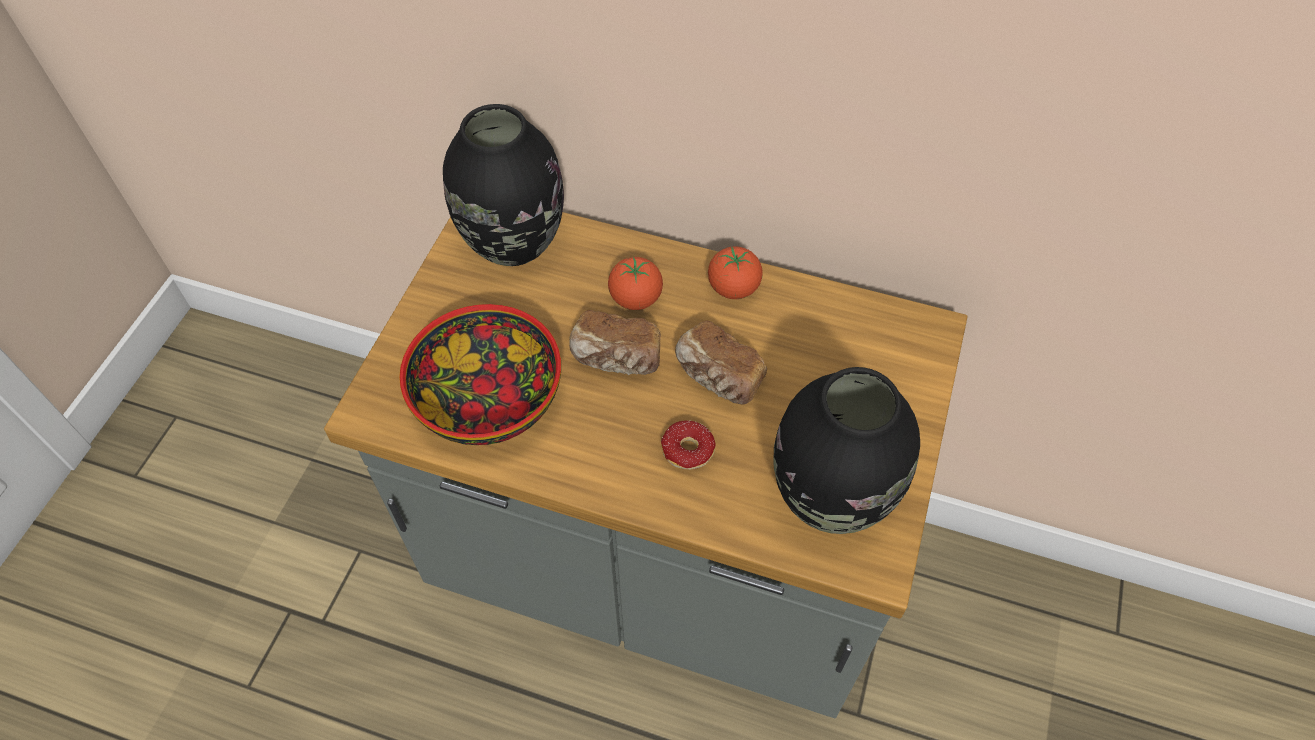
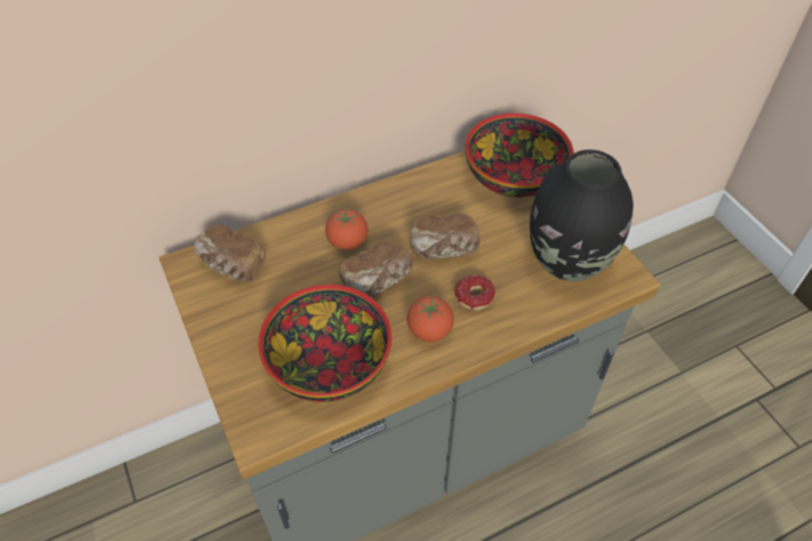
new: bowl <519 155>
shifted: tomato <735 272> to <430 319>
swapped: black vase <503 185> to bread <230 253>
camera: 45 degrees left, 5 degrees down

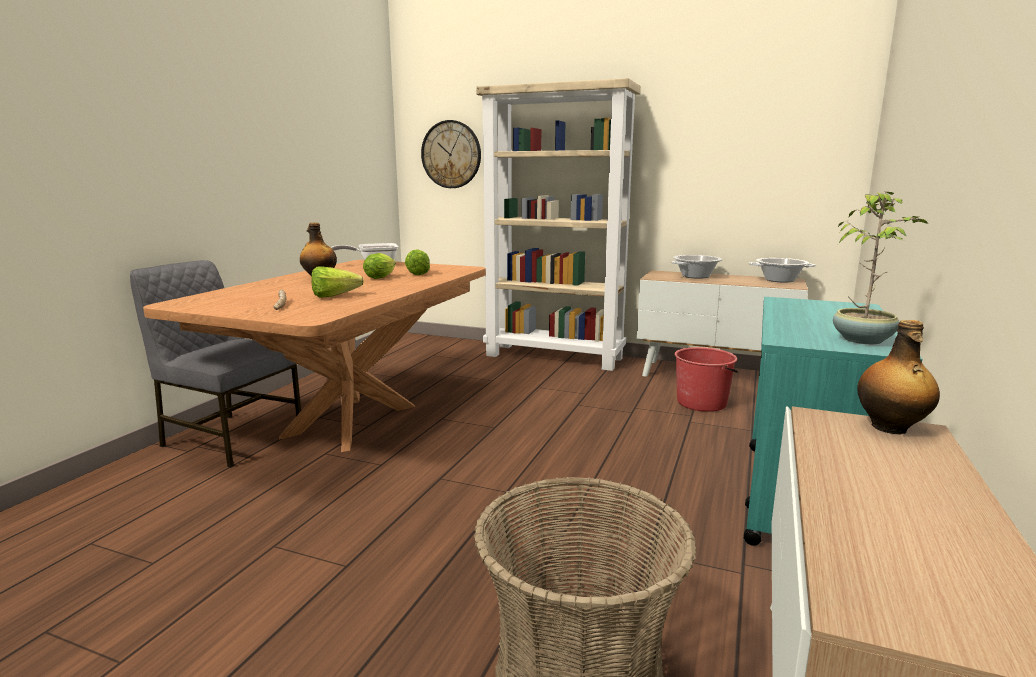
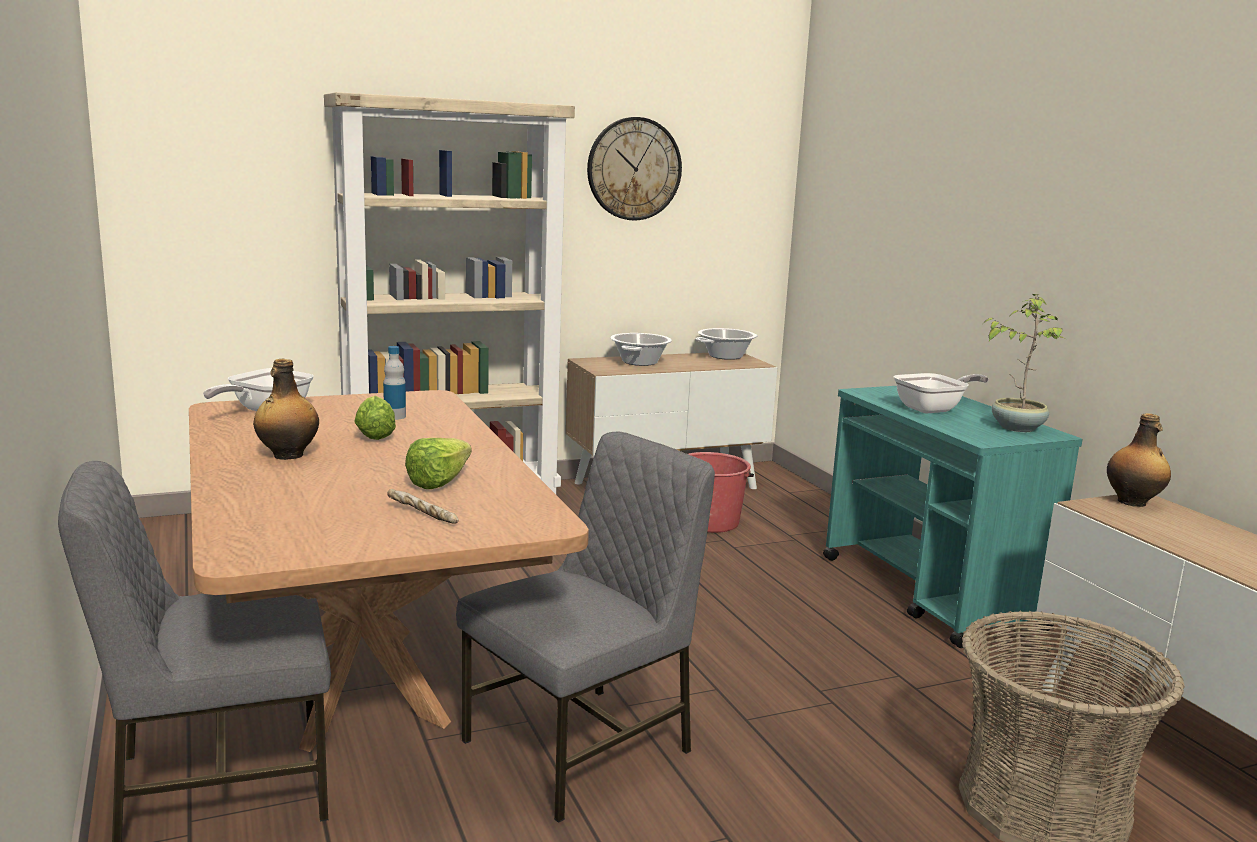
new: grey chair <585 627>; frying pan <941 393>
shifted: wall clock <451 154> to <634 169>
swapped: lettuce <417 262> to bottle <394 383>
camera: 45 degrees left, 0 degrees up

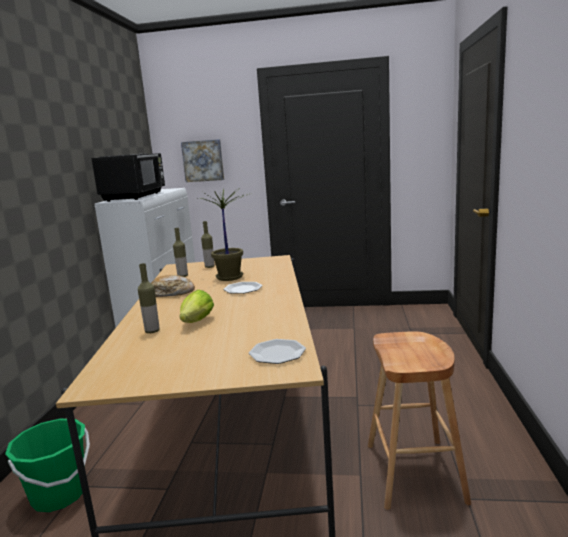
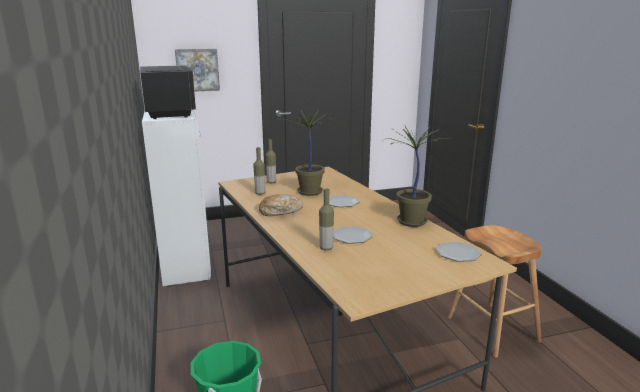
new: potted plant <416 176>
swapped: lettuce <197 306> to plate <353 235>
camera: 25 degrees left, 5 degrees up

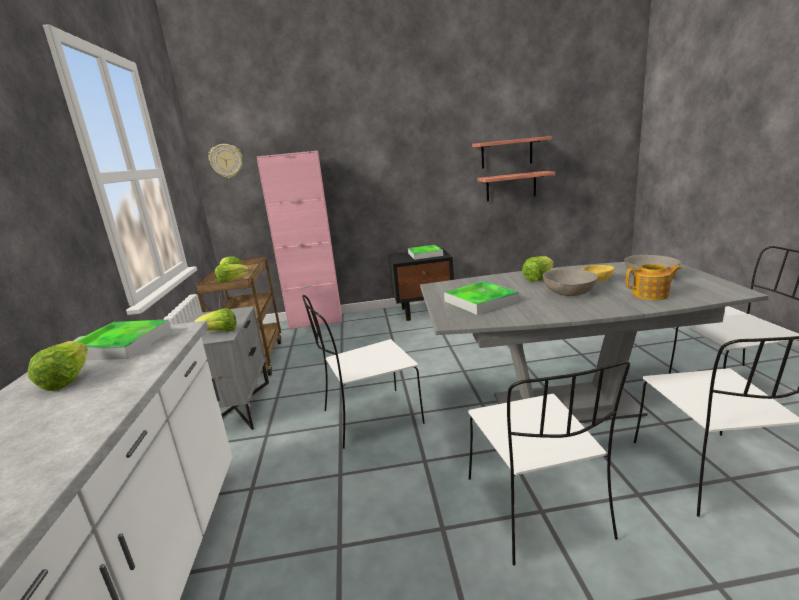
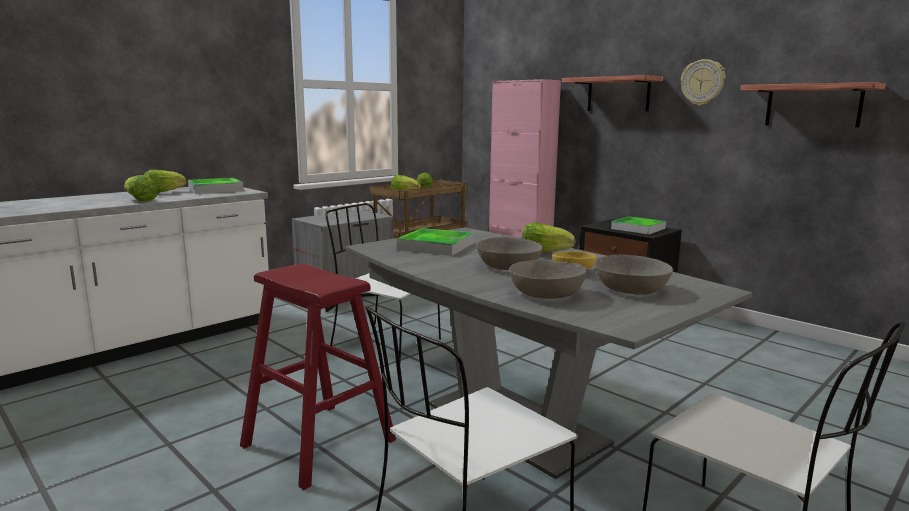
shifted: lettuce <215 319> to <141 188>; wall clock <225 161> to <703 82>; shelf <516 186> to <612 93>
swapped: white chair <549 463> to red stool <318 377>; teapot <654 282> to grey bowl <548 279>
camera: 50 degrees right, 5 degrees down

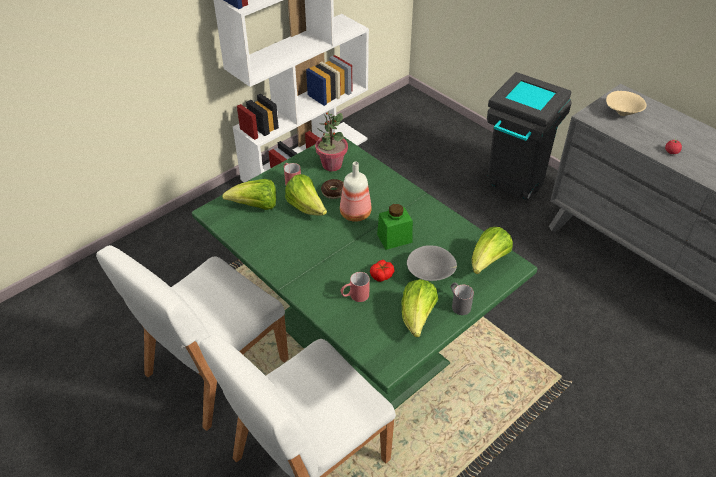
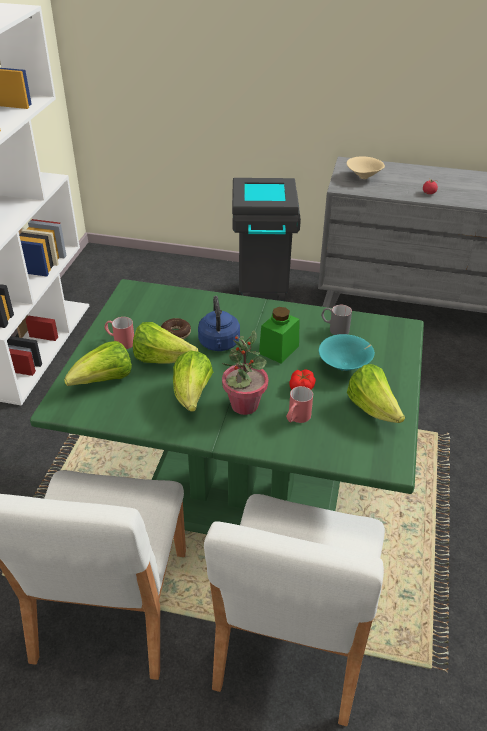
shifted: potted plant <331 141> to <245 372>; grey mug <462 298> to <336 320>; lettuce <492 250> to <193 381>
swapped: bottle <356 191> to blue kettle <219 323>
repainted: grey bowl <432 263> to turquoise bowl <346 352>
camera: 35 degrees left, 5 degrees down

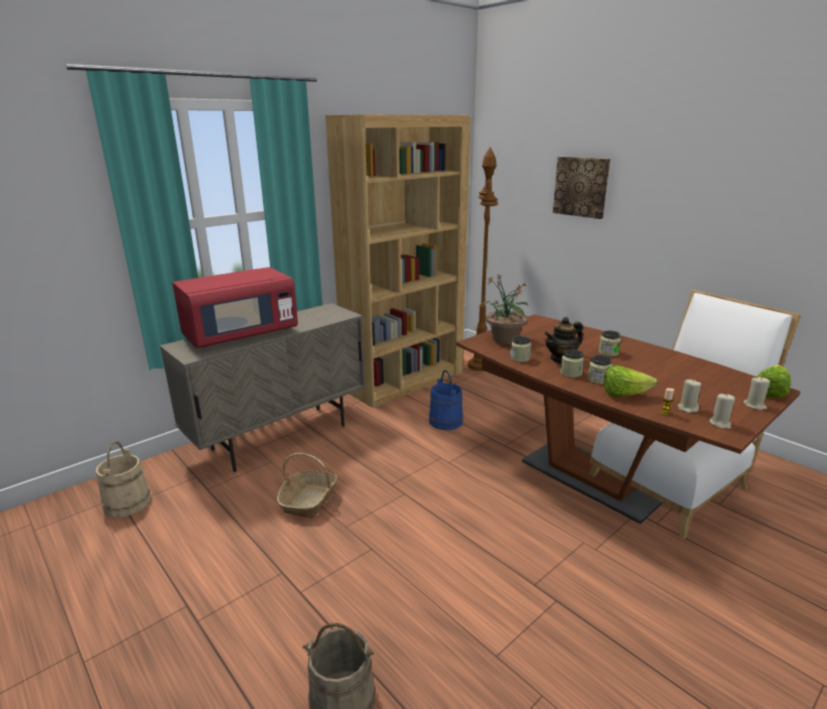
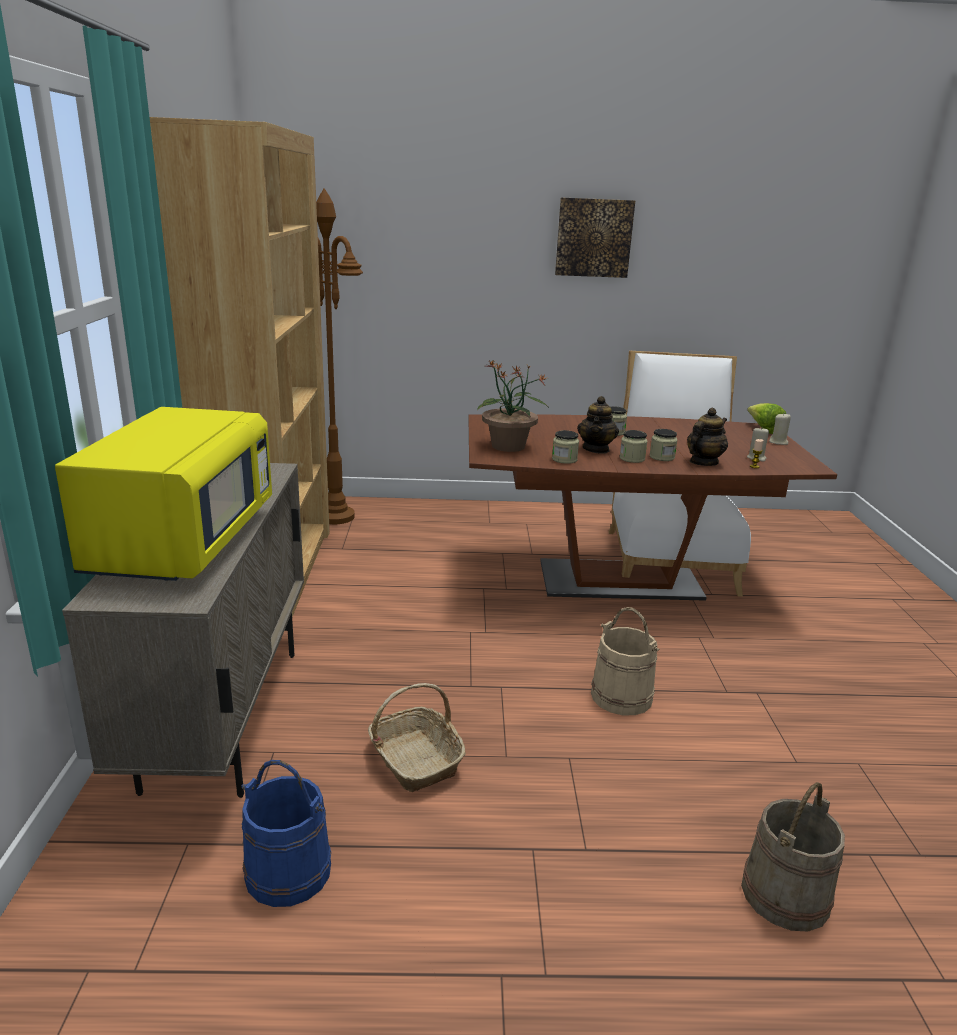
gone: beige candle <722 411>
shifted: beige bucket <123 479> to <625 661>; blue bucket <446 400> to <286 833>; picture <581 188> to <595 237>
swapped: lettuce <630 381> to teapot <707 437>
repainted: red microwave <235 307> to yellow microwave <163 494>
camera: 50 degrees left, 0 degrees up

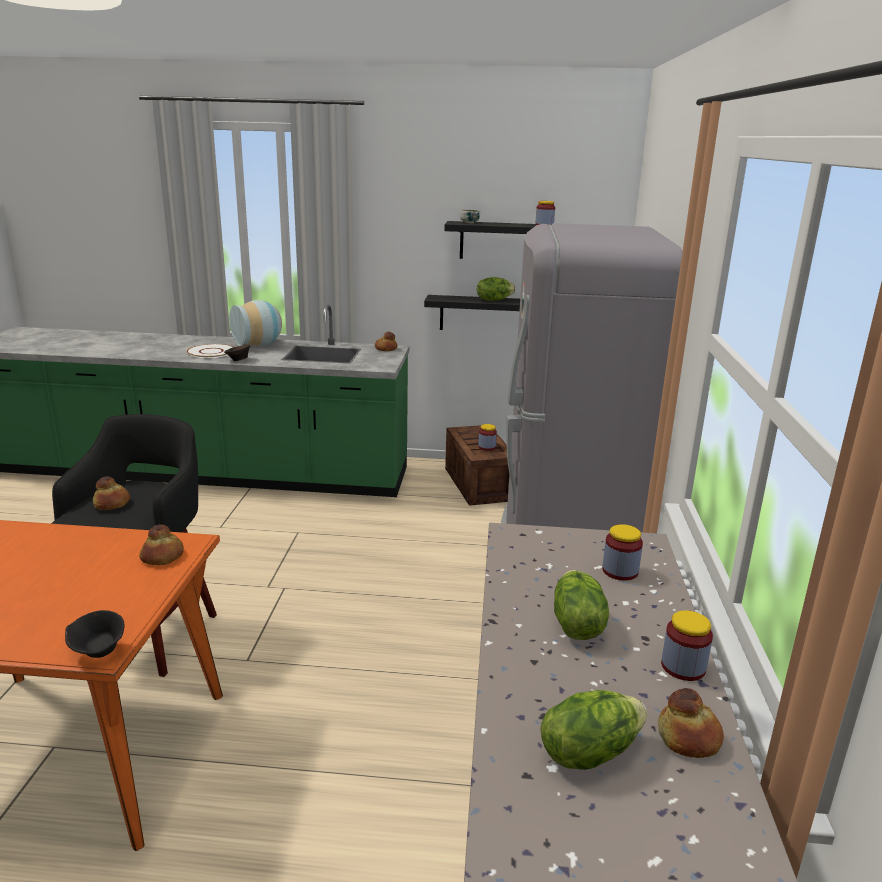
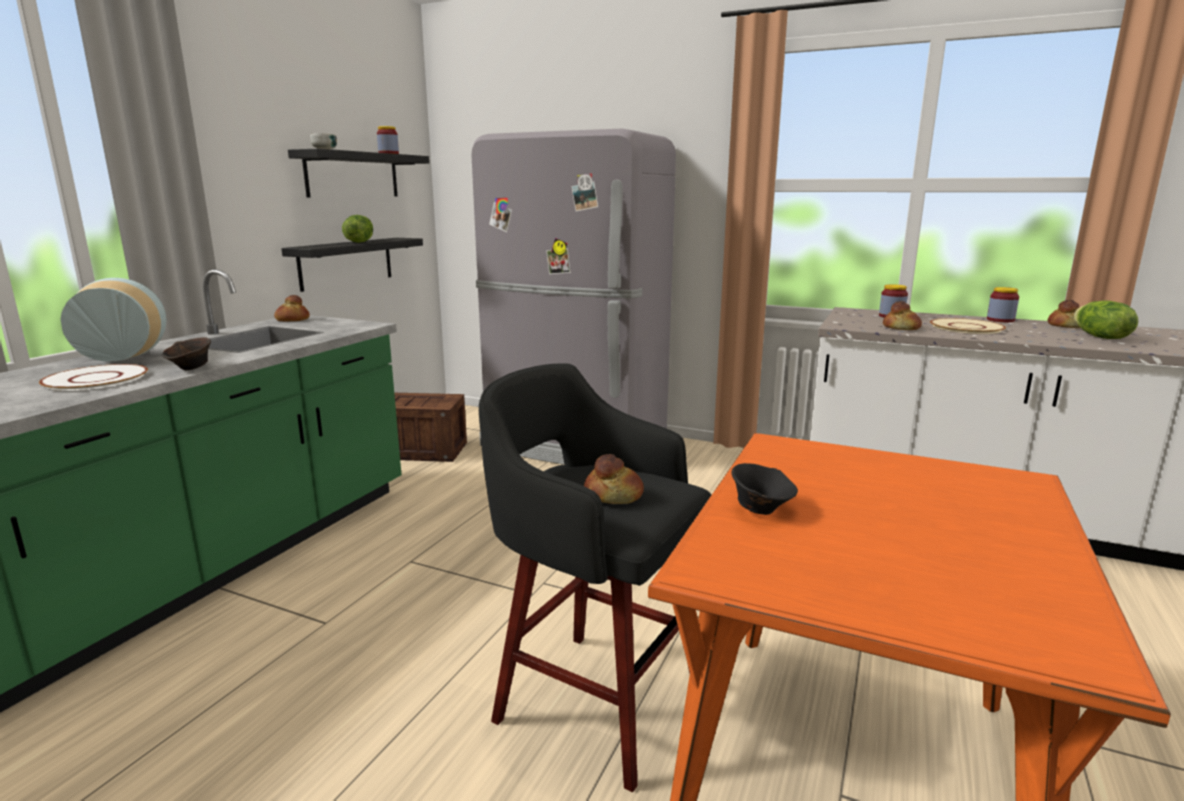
gone: jar <487 437>
shifted: black bowl <94 634> to <764 489>; bread <161 544> to <902 315>
swapped: lettuce <581 605> to beige plate <968 326>
camera: 70 degrees left, 5 degrees down

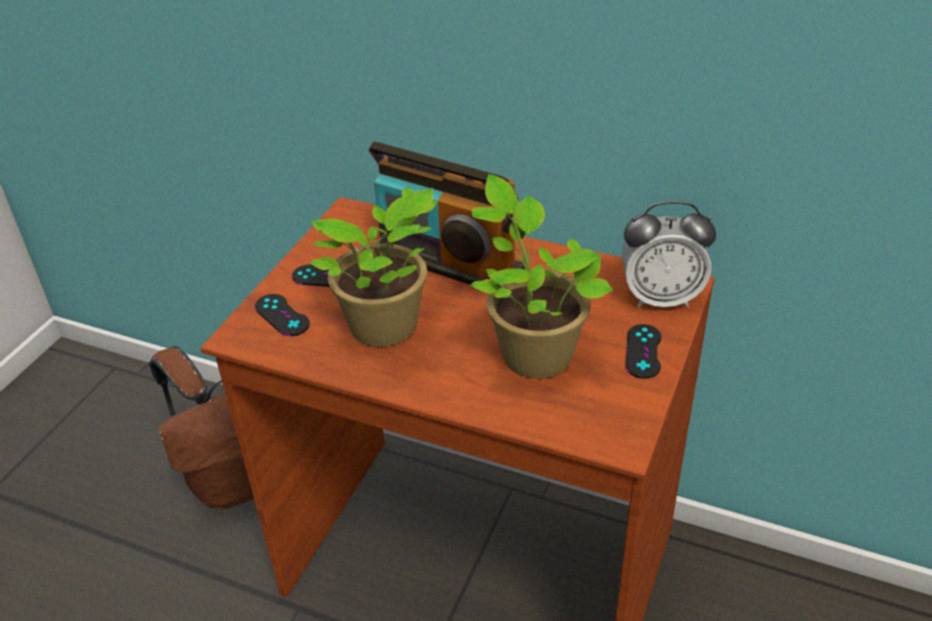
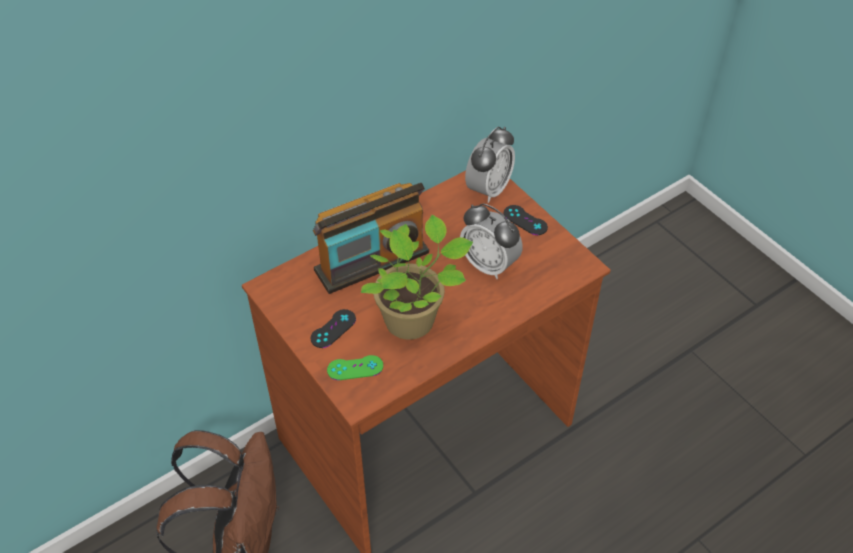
swapped: potted plant <541 276> to alarm clock <491 241>
repainted: black game controller <282 315> to green game controller <355 367>
camera: 60 degrees left, 10 degrees up

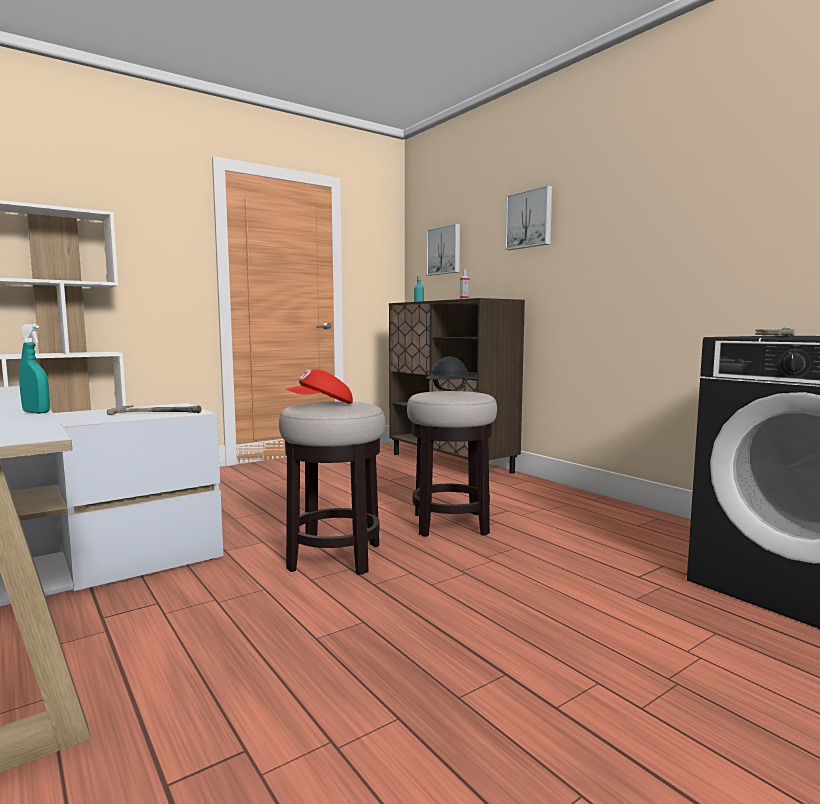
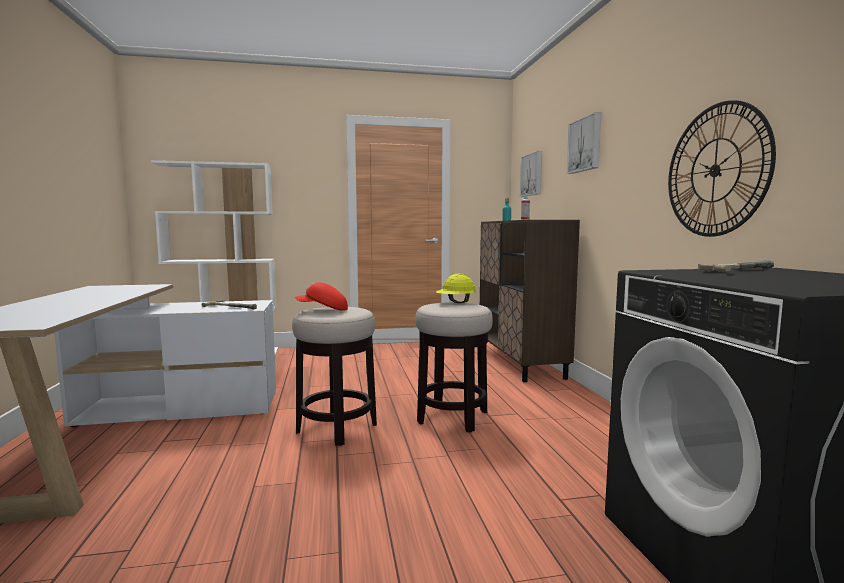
gone: turquoise spray bottle <34 369>
new: wall clock <722 168>
repainted: black hard hat <447 373> to yellow hard hat <456 288>
camera: 25 degrees right, 0 degrees up

